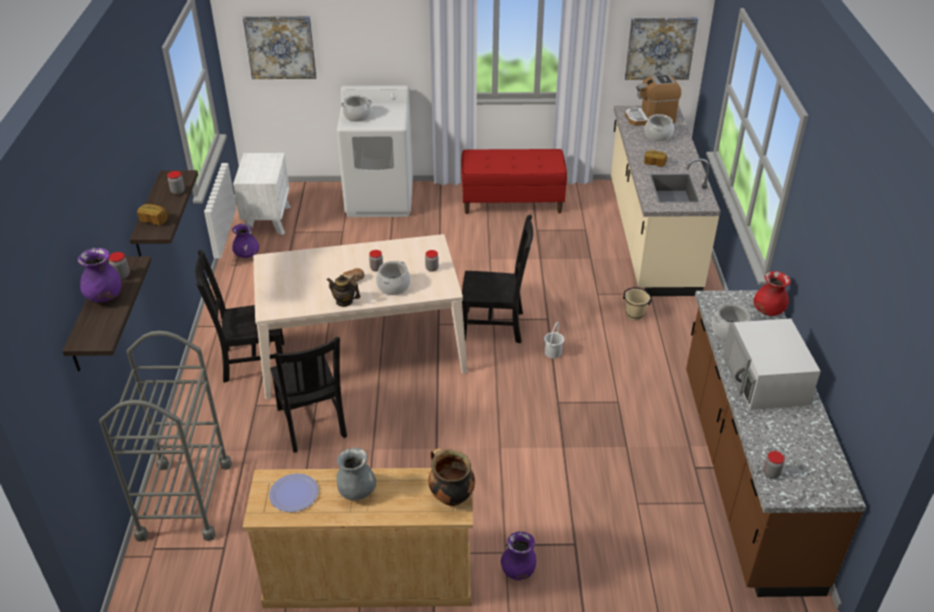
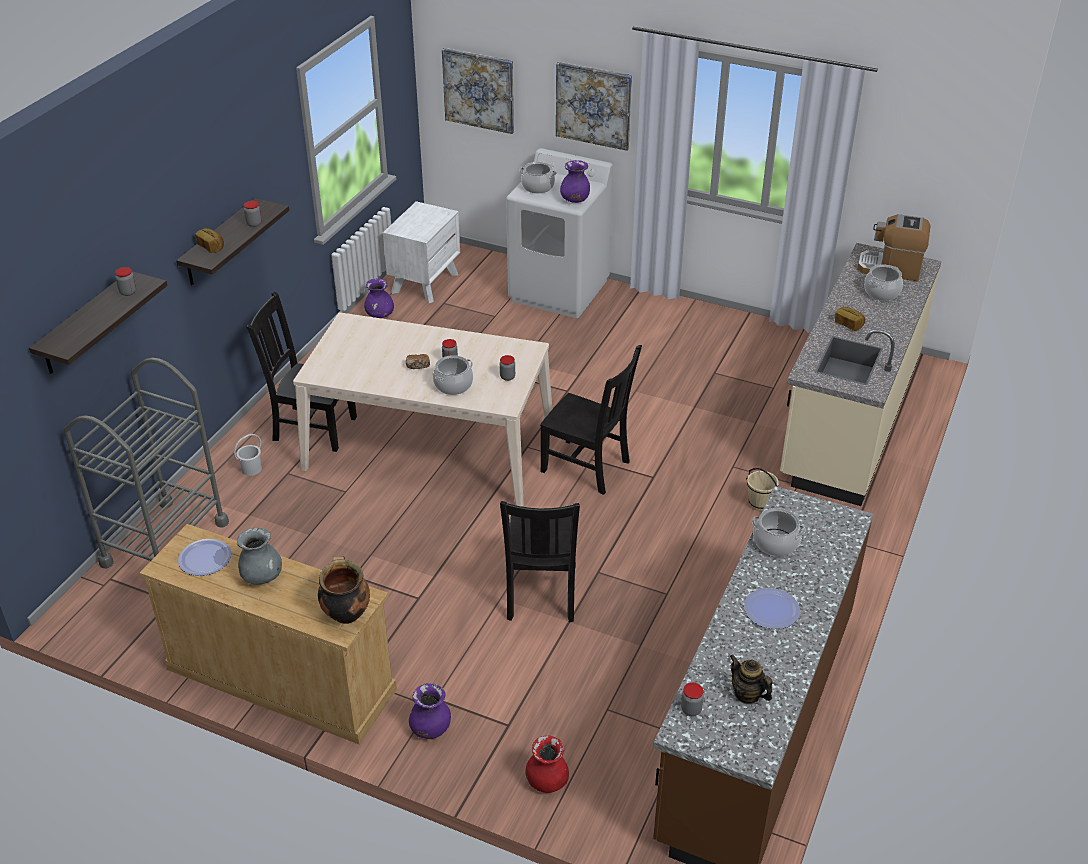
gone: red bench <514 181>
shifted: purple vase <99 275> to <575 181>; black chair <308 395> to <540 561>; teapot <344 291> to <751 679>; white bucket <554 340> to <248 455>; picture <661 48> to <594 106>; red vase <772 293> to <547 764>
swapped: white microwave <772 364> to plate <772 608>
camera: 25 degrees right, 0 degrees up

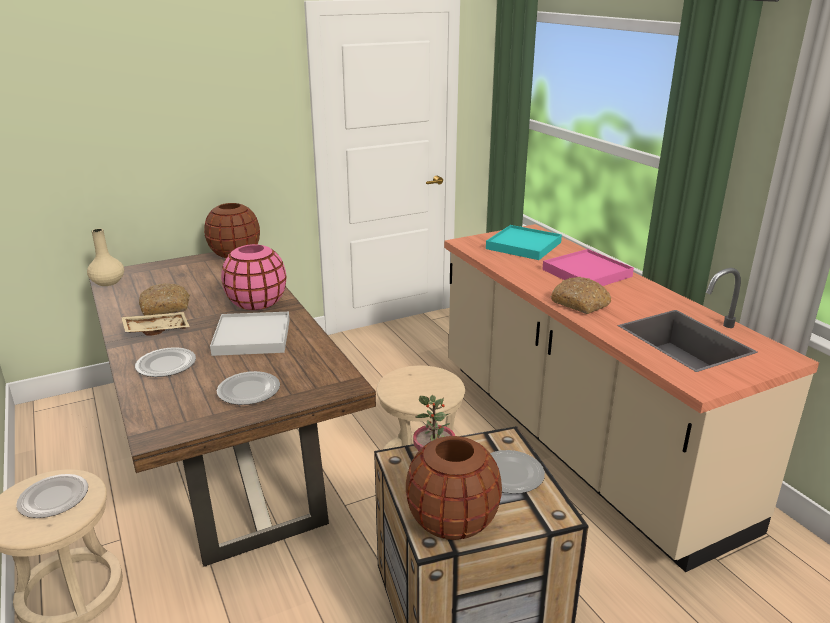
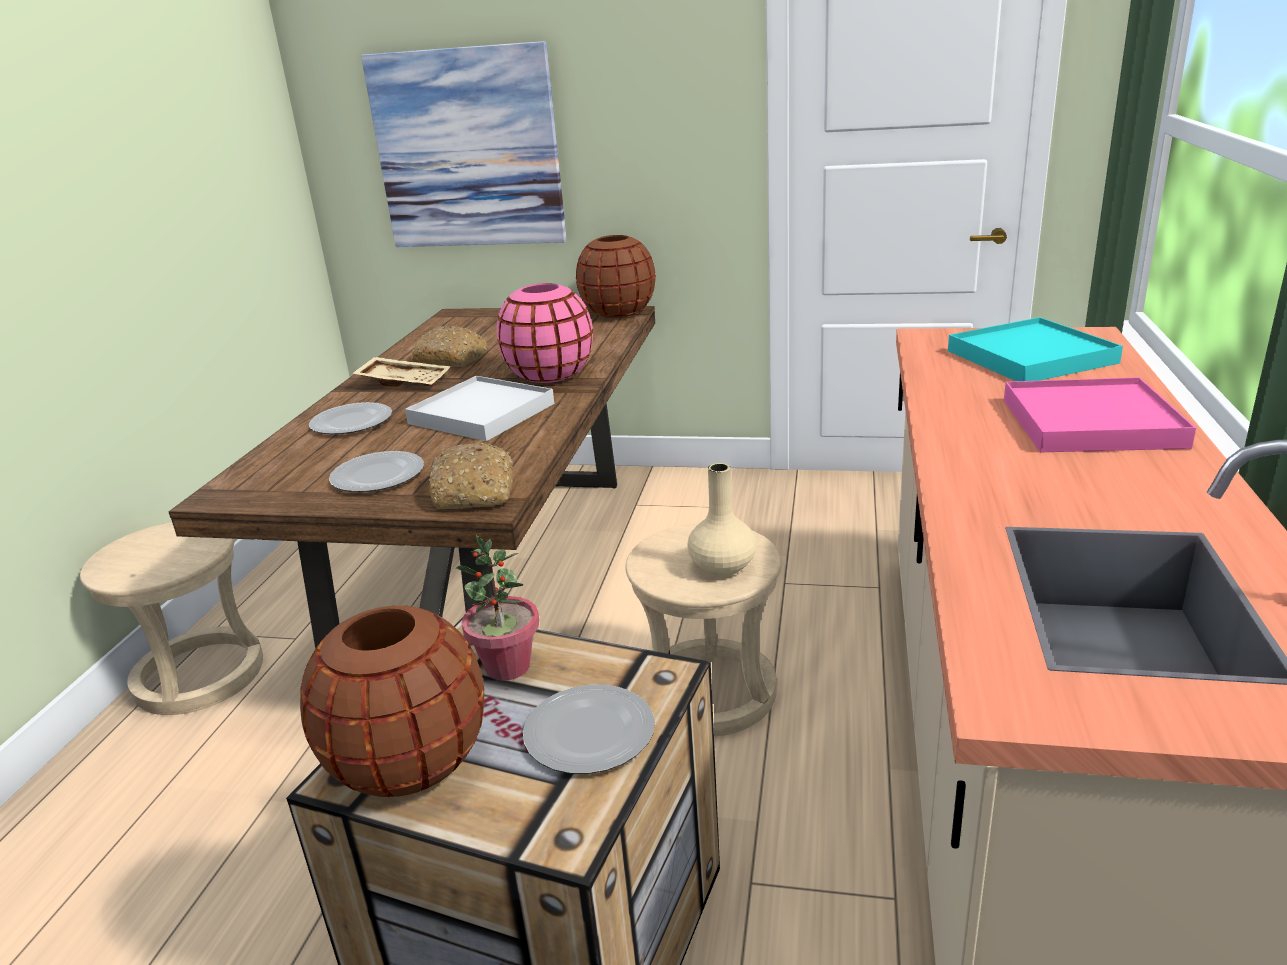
gone: plate <52 496>
new: picture <464 144>
shifted: beige vase <105 257> to <722 519>; bread <580 295> to <471 475>
camera: 40 degrees right, 0 degrees up

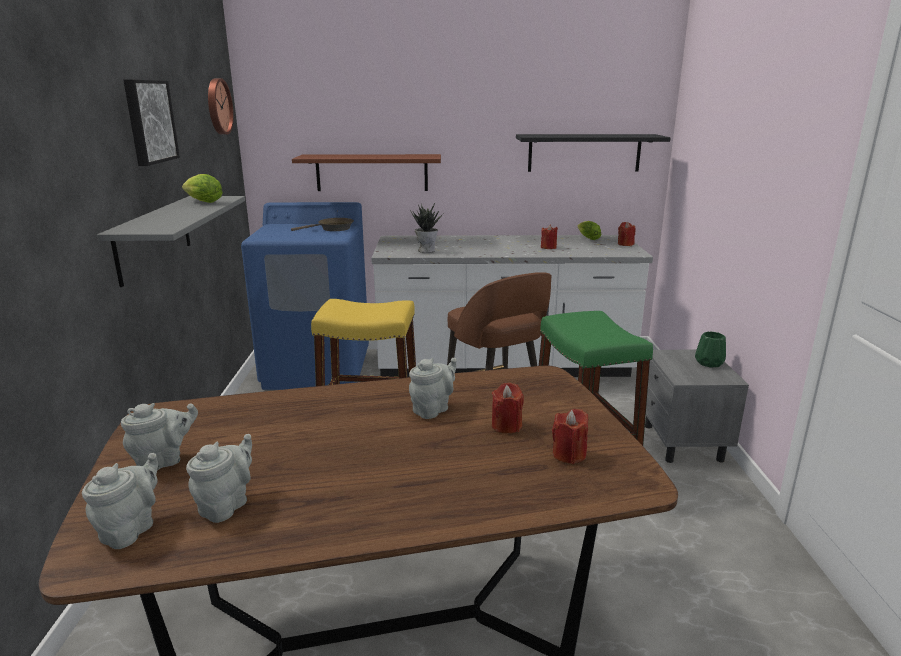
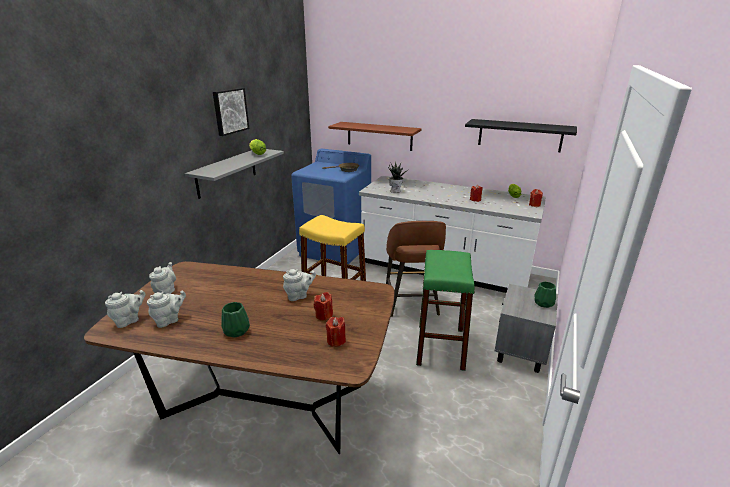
gone: wall clock <221 106>
new: green vase <235 320>
rotated: grey teapot <159 436> = <162 278> 75 degrees counterclockwise
camera: 25 degrees right, 5 degrees up

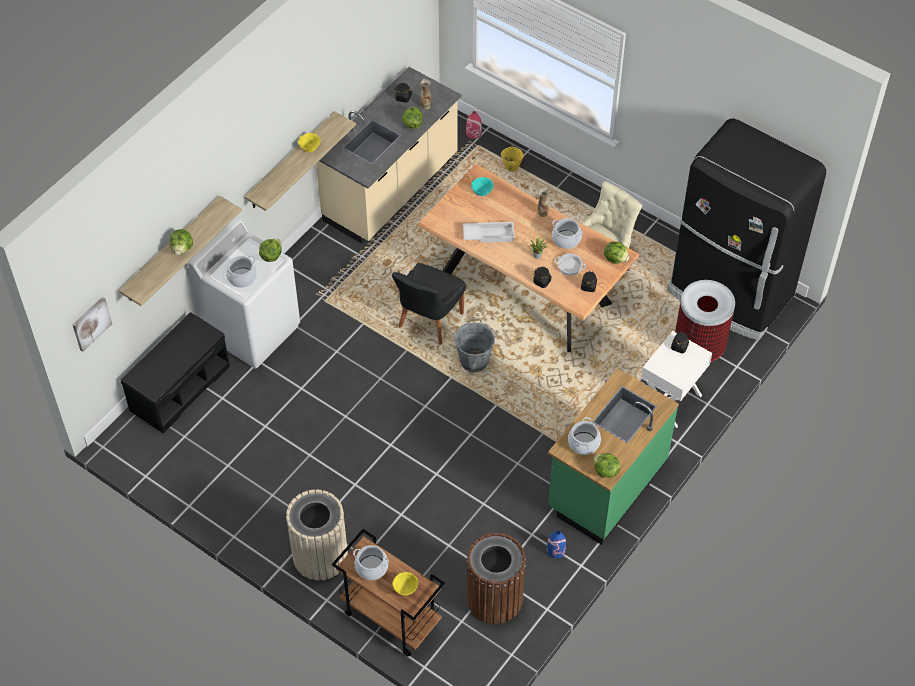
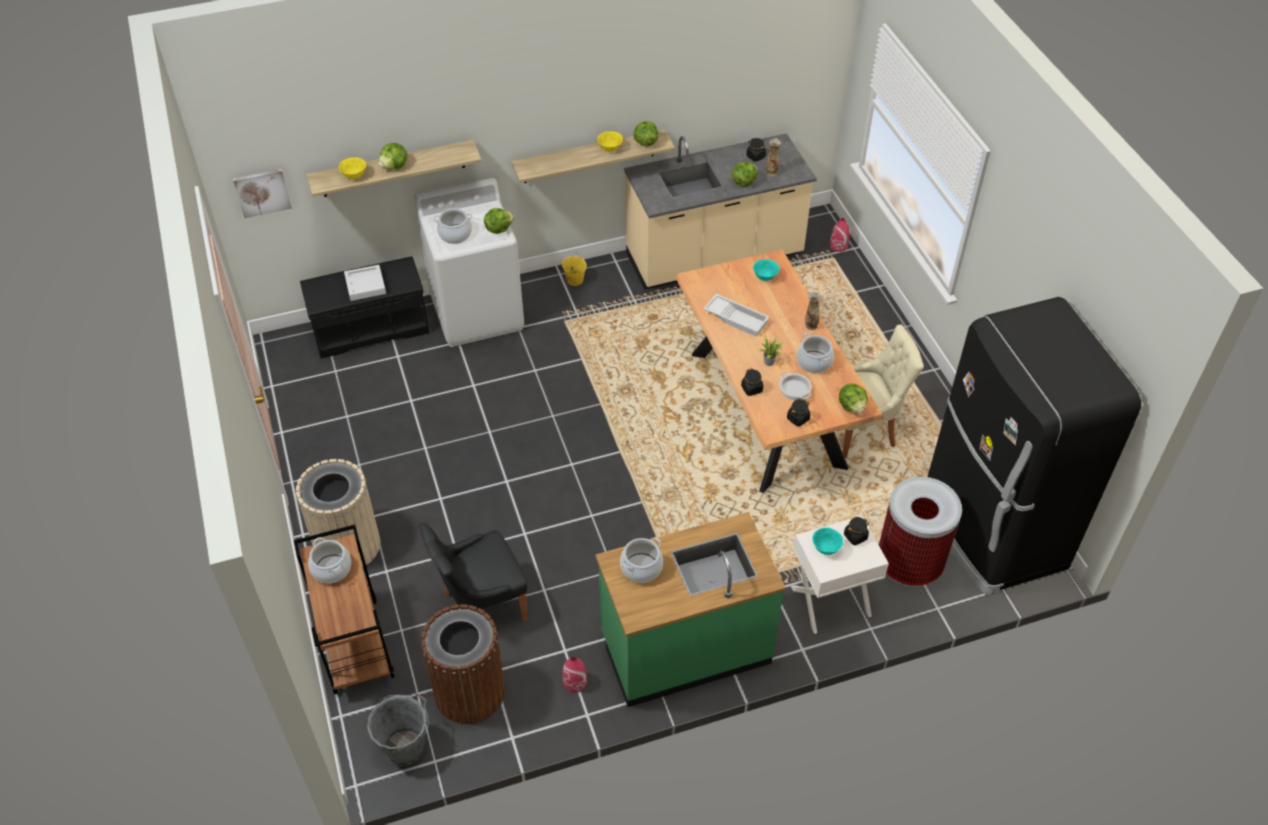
new: grey tray <365 283>; turquoise bowl <827 541>
shifted: black chair <429 304> to <473 572>; yellow bowl <405 584> to <352 168>; grey bucket <475 345> to <398 729>; yellow bucket <512 158> to <574 269>; lettuce <607 465> to <646 133>
repainted: blue vase <556 545> to red vase <575 674>
camera: 35 degrees right, 5 degrees down

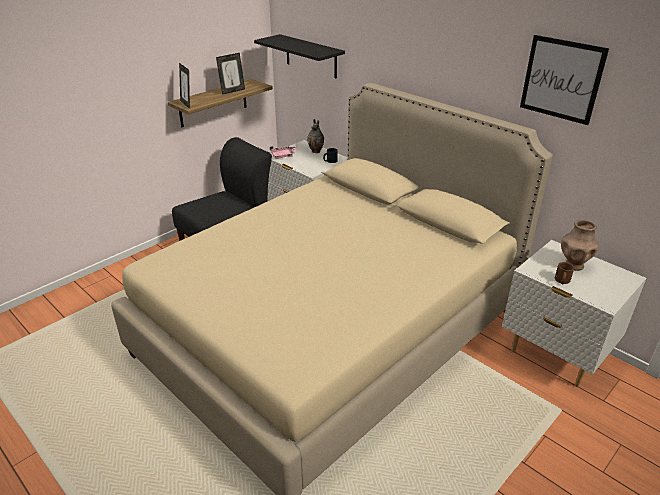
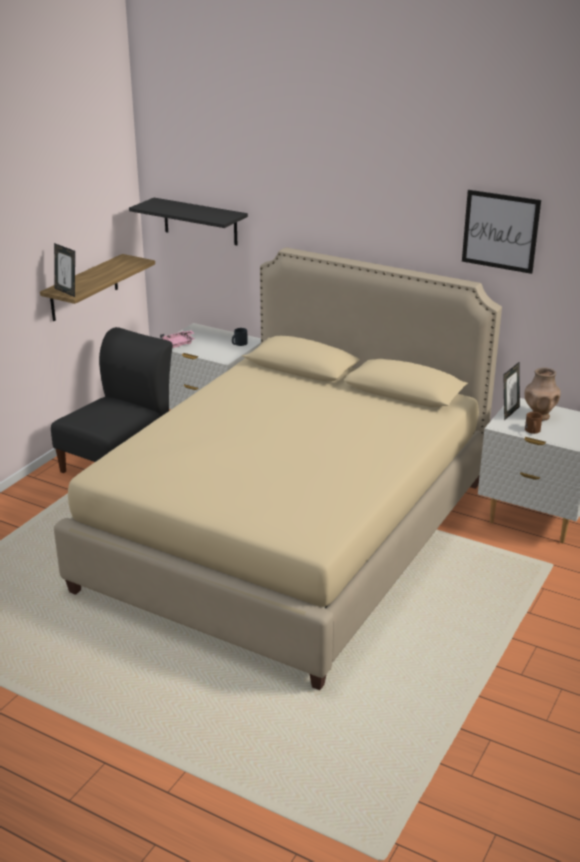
gone: vase <315 136>
shifted: picture frame <230 74> to <511 391>
camera: 15 degrees left, 5 degrees down

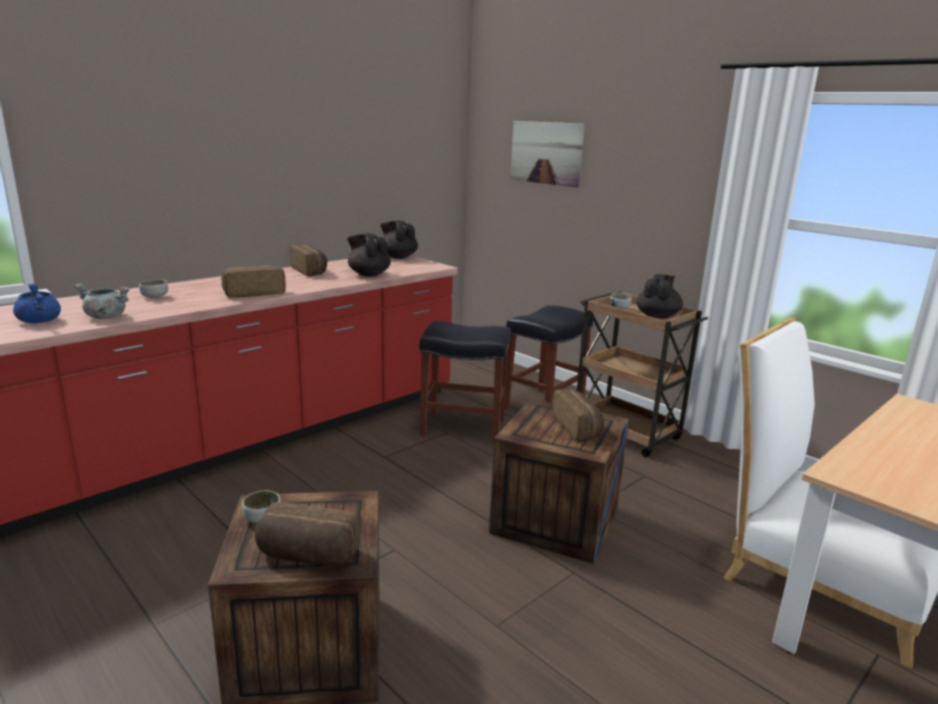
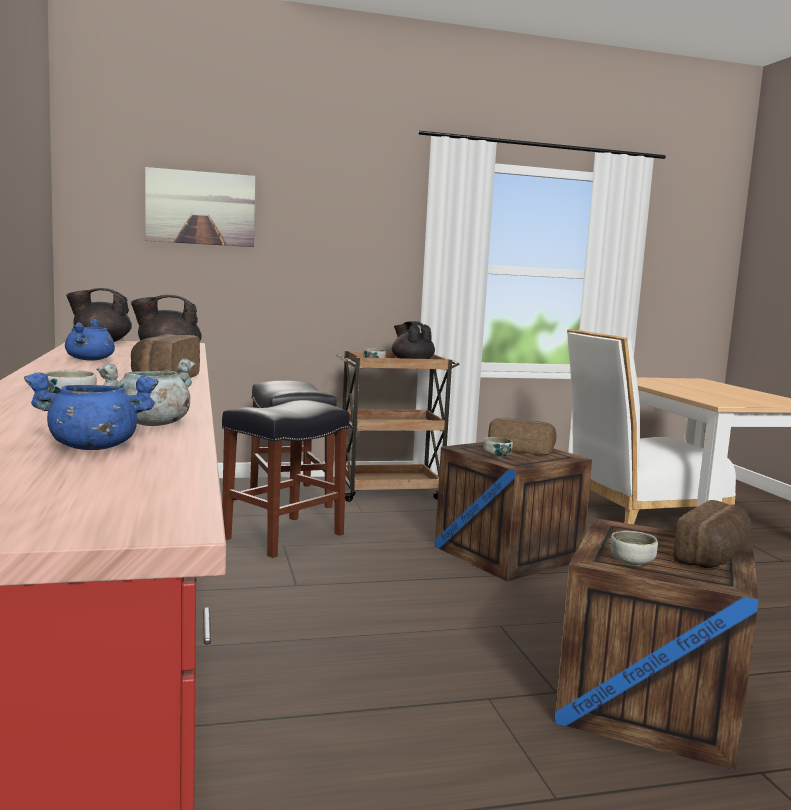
new: bowl <498 447>
swapped: bread <309 260> to blue cooking pot <90 340>
camera: 60 degrees left, 10 degrees down

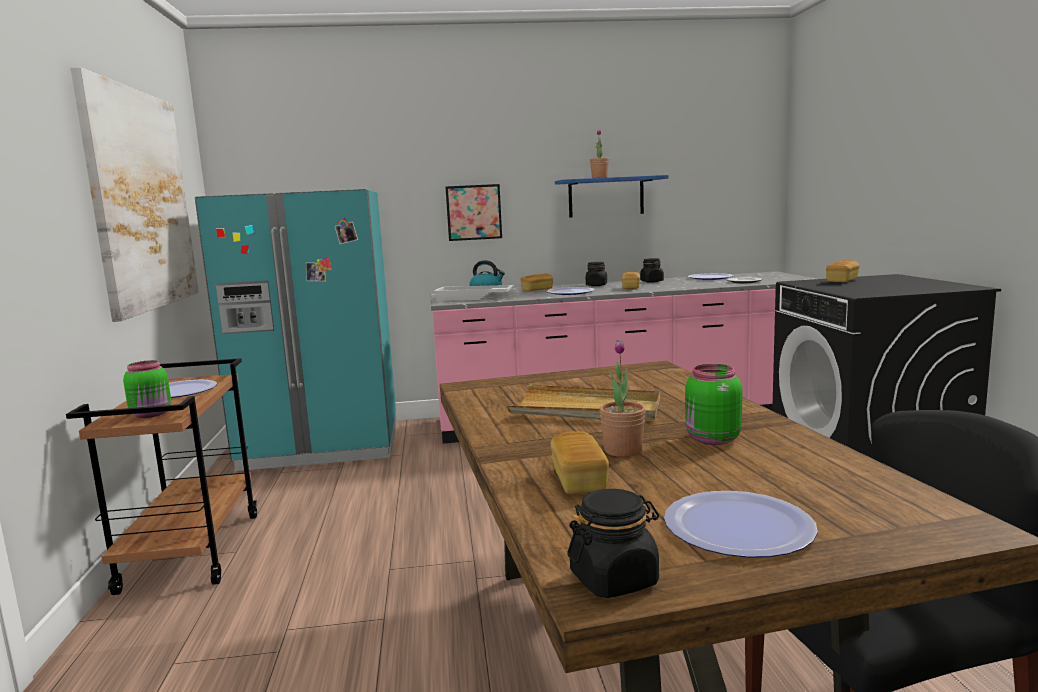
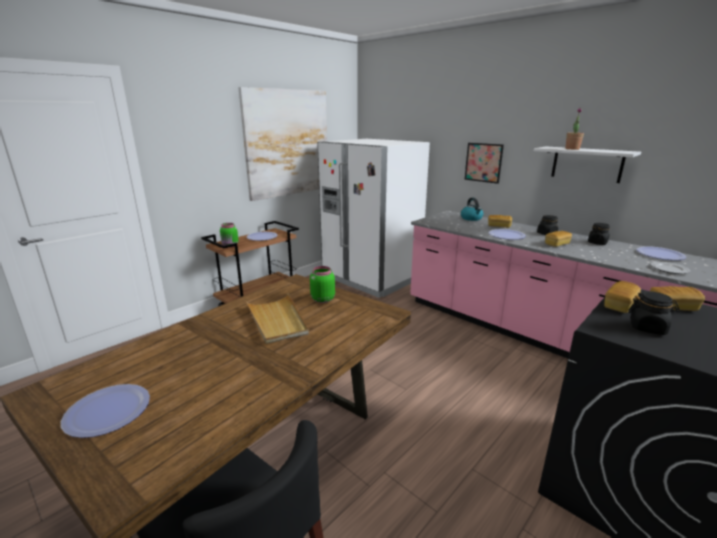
gone: white tray <473 293>; potted plant <623 398>
shifted: bread <579 462> to <622 297>; black jar <613 543> to <654 313>; green jar <713 404> to <322 284>
repainted: turquoise fridge <296 330> to white fridge <373 218>; blue shelf <612 196> to white shelf <587 164>
camera: 50 degrees right, 10 degrees up

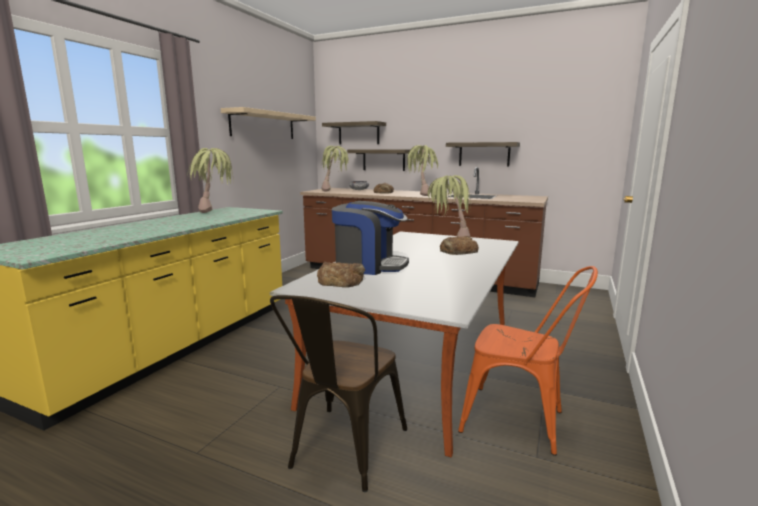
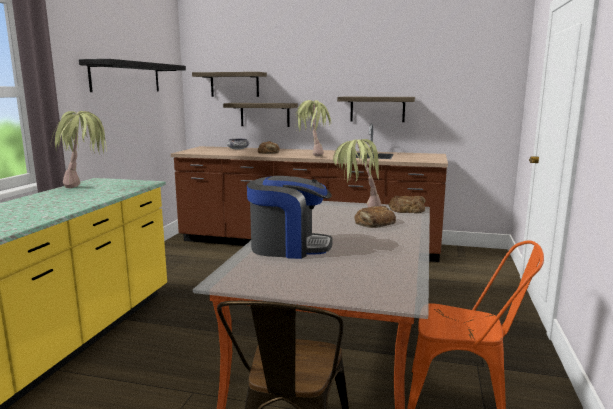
gone: potted plant <335 168>
shifted: bread <341 274> to <407 204>
repainted: beige shelf <268 123> to black shelf <132 75>
camera: 10 degrees left, 0 degrees up

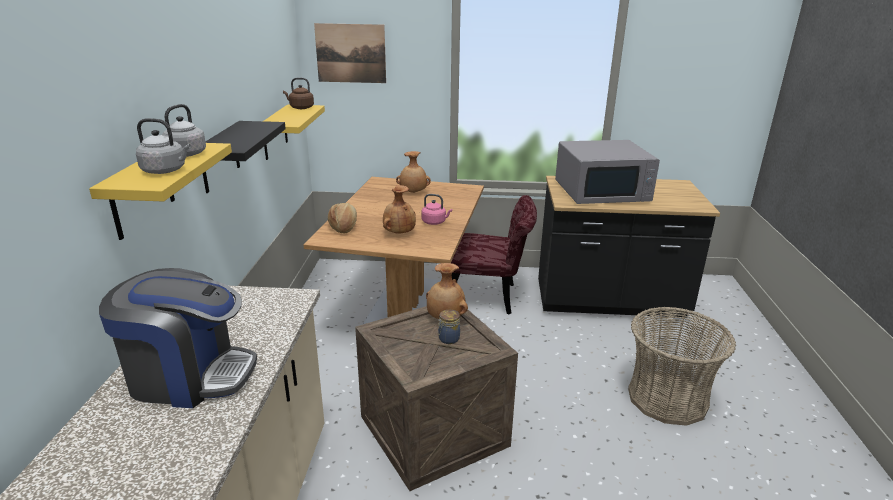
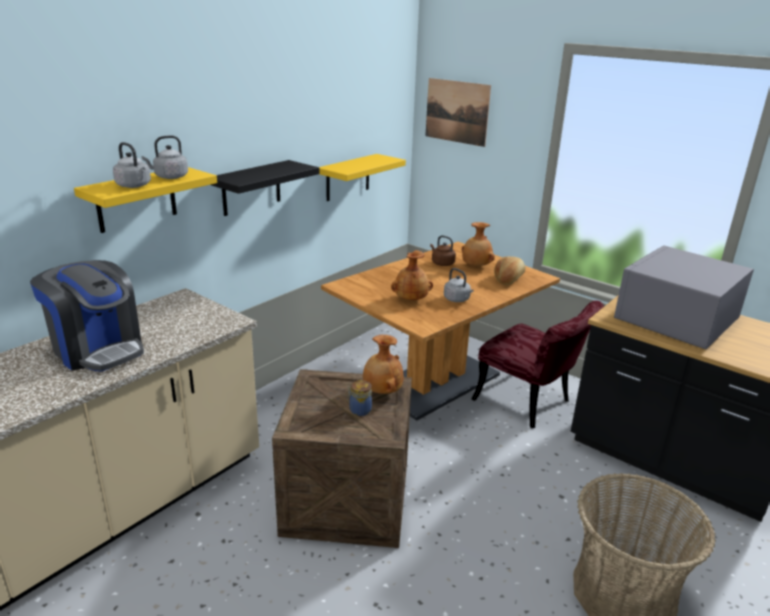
shifted: brown kettle <298 93> to <443 250>; bread <342 218> to <510 270>
repainted: pink kettle <436 209> to grey kettle <459 285>
rotated: grey microwave <607 172> = <684 297> 105 degrees clockwise
camera: 35 degrees right, 0 degrees up

